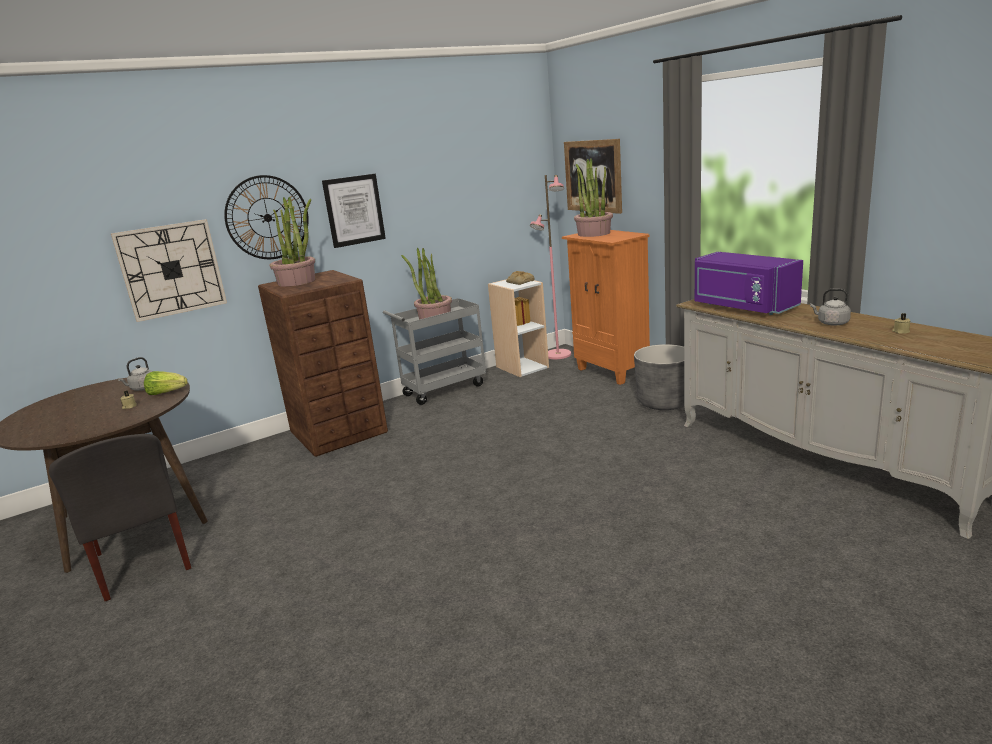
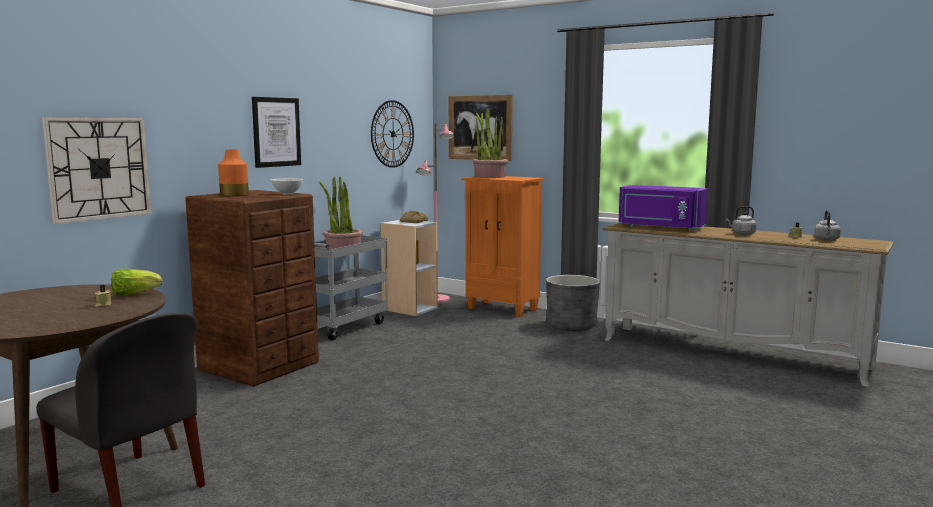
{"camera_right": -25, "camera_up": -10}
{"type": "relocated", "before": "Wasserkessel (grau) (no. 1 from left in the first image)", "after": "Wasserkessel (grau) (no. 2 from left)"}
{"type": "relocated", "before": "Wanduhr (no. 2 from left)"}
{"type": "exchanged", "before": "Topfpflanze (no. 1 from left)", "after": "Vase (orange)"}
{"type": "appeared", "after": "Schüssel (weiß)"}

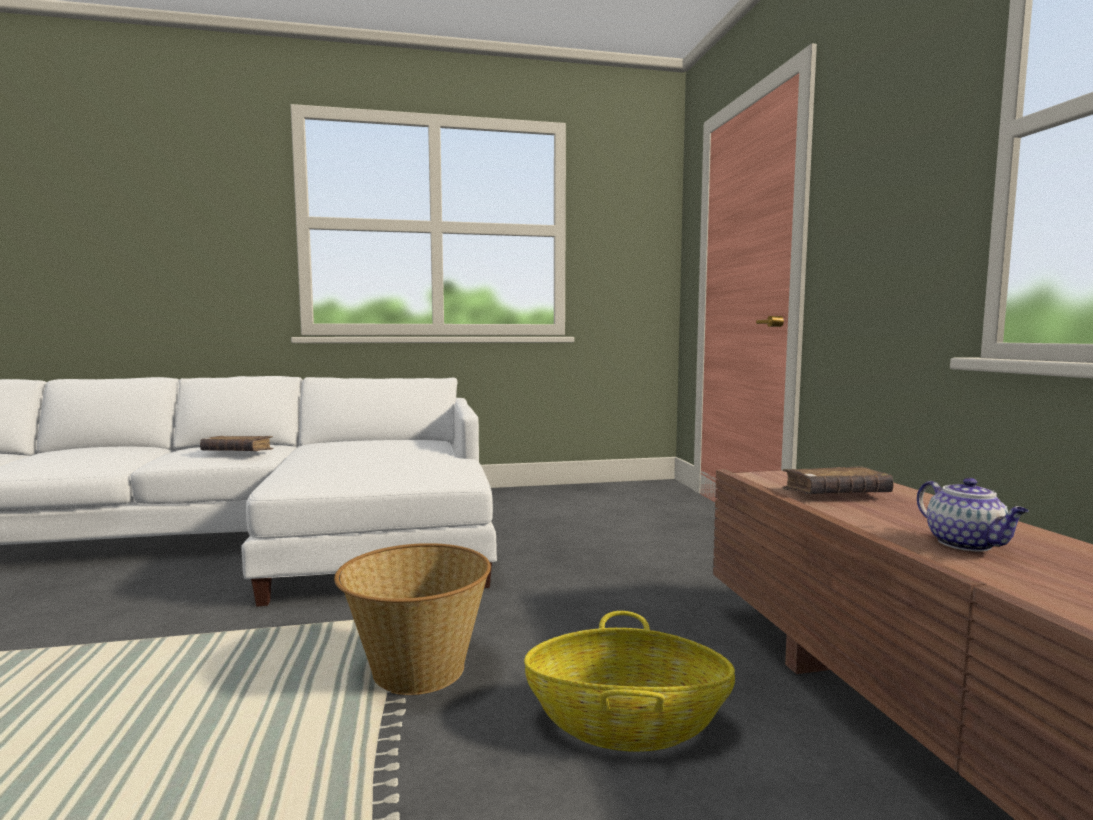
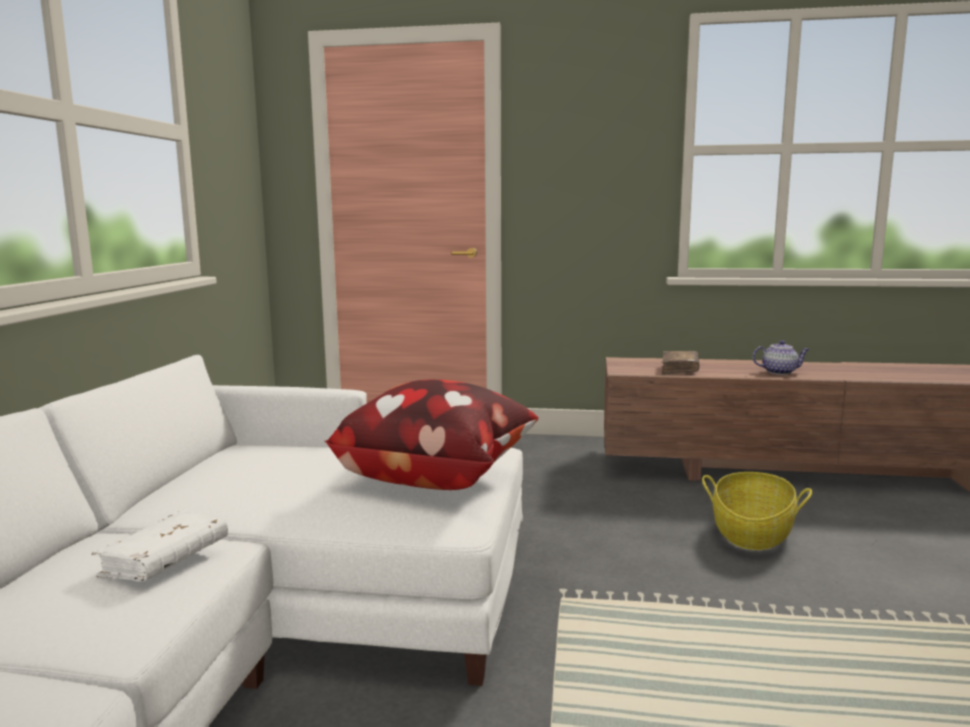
{"camera_right": -70, "camera_up": 5}
{"type": "colour", "before": "Buch (braun) (no. 1 from left)", "after": "Buch (weiß)"}
{"type": "missing", "before": "Korb (no. 1 from left)"}
{"type": "appeared", "after": "Kissen"}

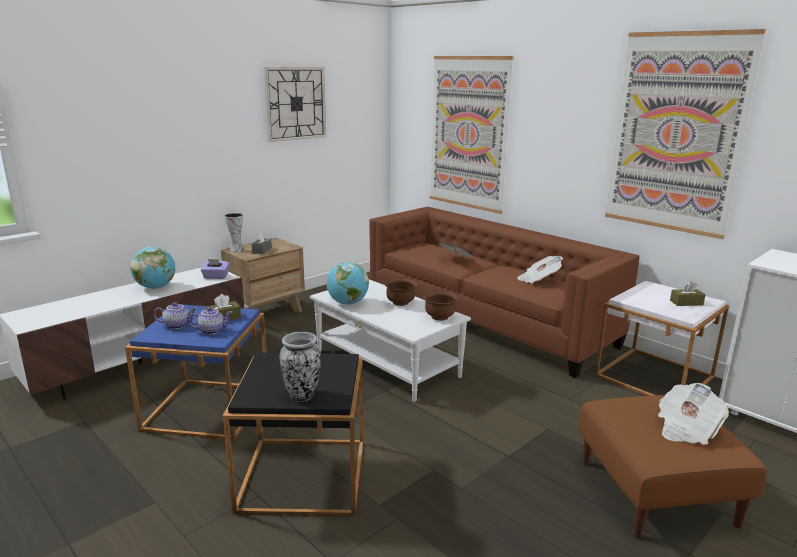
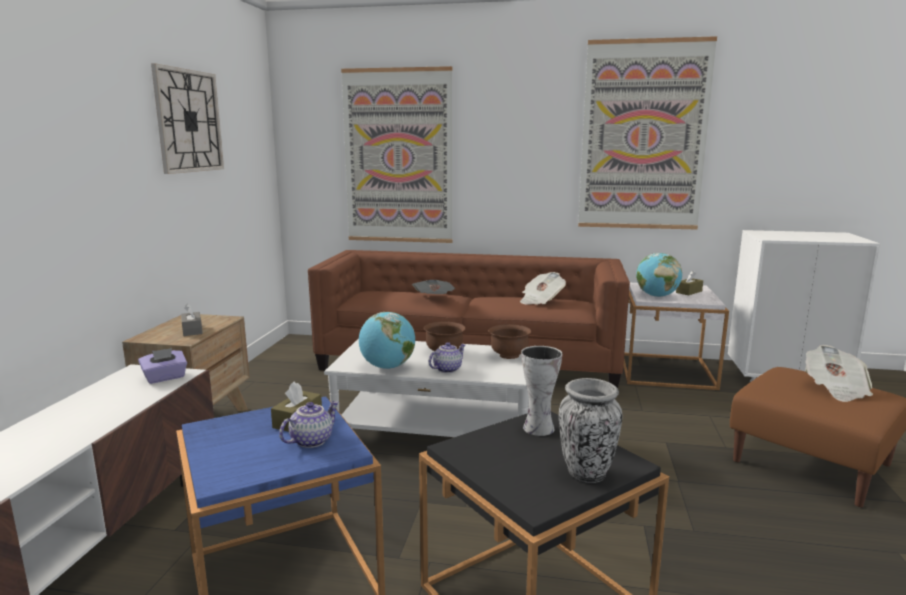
{"camera_right": -35, "camera_up": -5}
{"type": "relocated", "before": "Globus (no. 1 from left in the first image)", "after": "Globus (no. 2 from left)"}
{"type": "relocated", "before": "Teekanne (no. 1 from left in the first image)", "after": "Teekanne (no. 2 from left)"}
{"type": "relocated", "before": "Vase (no. 1 from left)"}

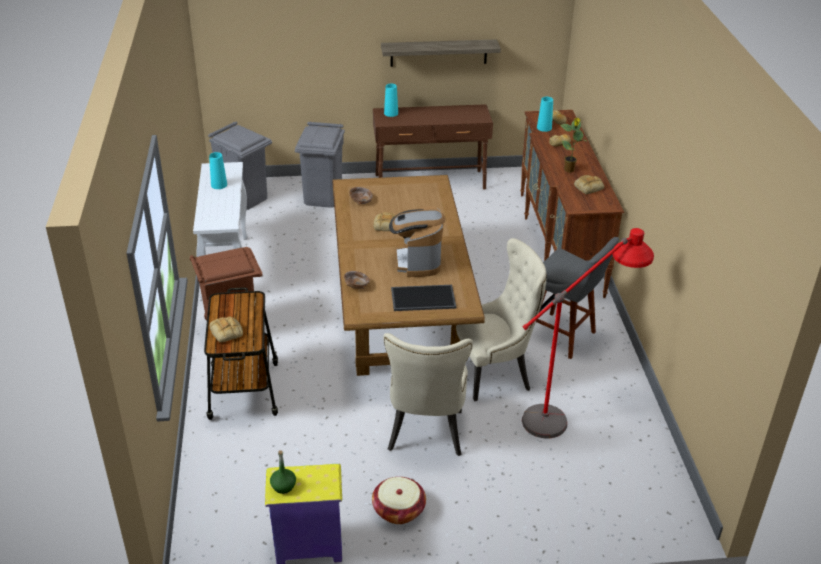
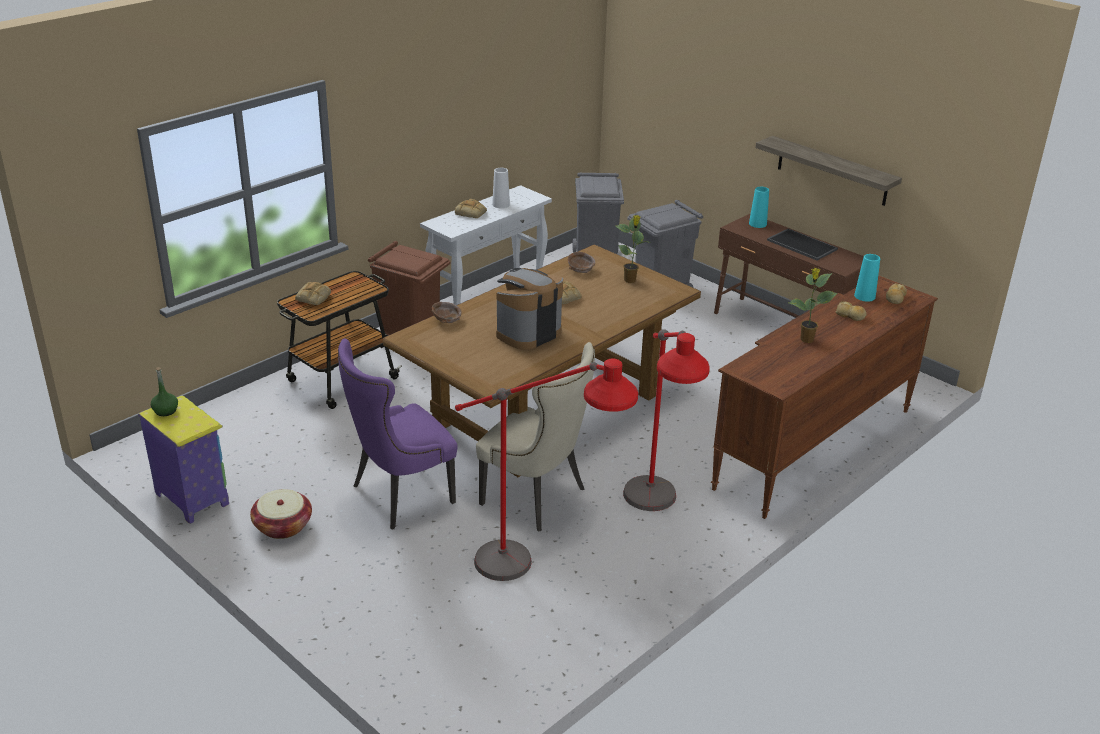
{"camera_right": 50, "camera_up": -5}
{"type": "colour", "before": "Vase (türkis) (no. 1 from left)", "after": "Vase (weiß)"}
{"type": "colour", "before": "Stuhl (beige) (no. 1 from left)", "after": "Stuhl (lila)"}
{"type": "relocated", "before": "Tablett"}
{"type": "exchanged", "before": "Hocker (grau)", "after": "Stehlampe (rot) (no. 2 from left)"}
{"type": "relocated", "before": "Brot (no. 5 from left in the first image)", "after": "Brot (no. 2 from left)"}
{"type": "appeared", "after": "Topfpflanze (no. 1 from left)"}

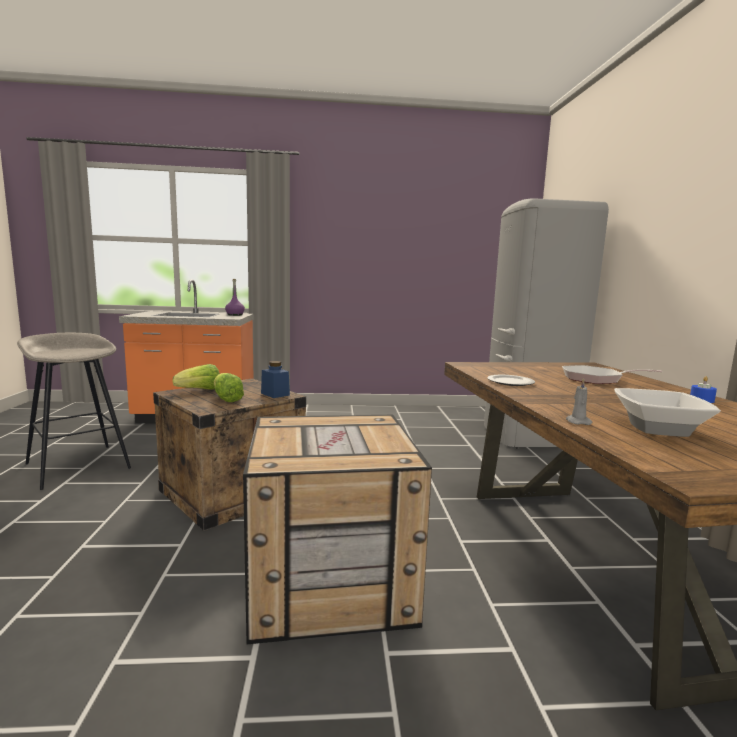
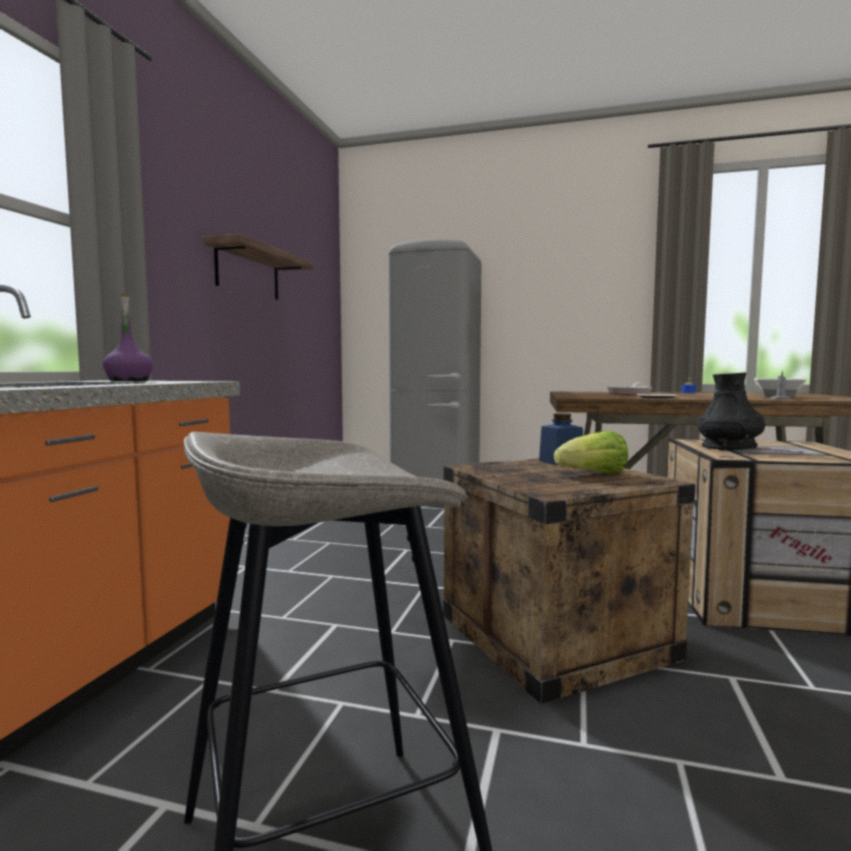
{"camera_right": -70, "camera_up": -5}
{"type": "missing", "before": "Salatkopf (no. 1 from left)"}
{"type": "appeared", "after": "Wandregal"}
{"type": "appeared", "after": "Vase (schwarz)"}

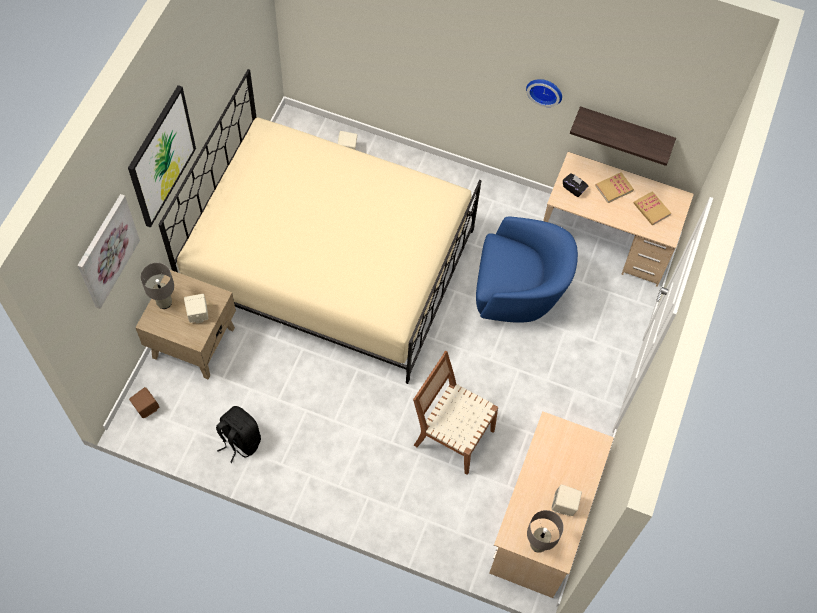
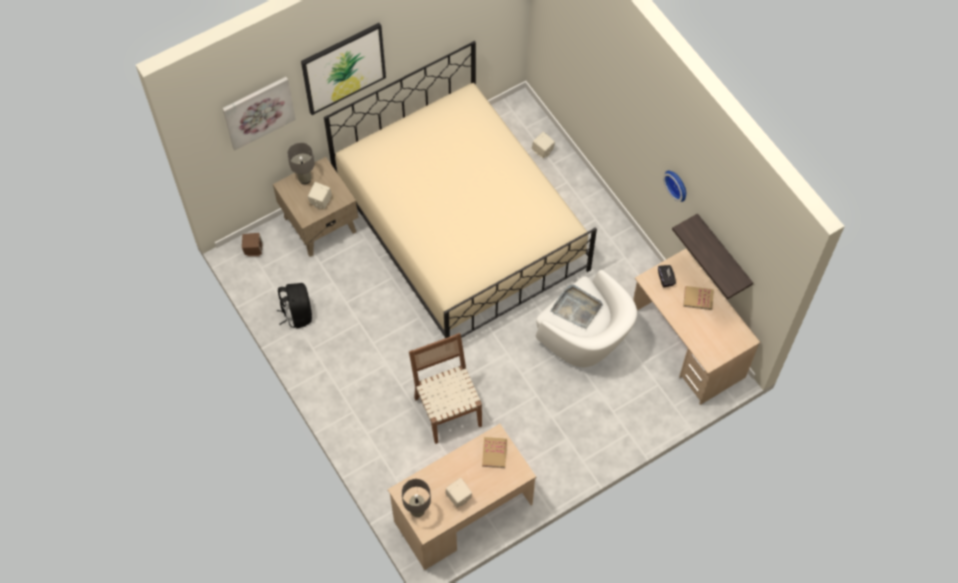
{"camera_right": 40, "camera_up": 0}
{"type": "colour", "before": "Sessel (blau)", "after": "Sessel (weiß)"}
{"type": "relocated", "before": "Buch (no. 2 from left in the first image)", "after": "Buch (no. 1 from left)"}
{"type": "appeared", "after": "Tablett (grau)"}

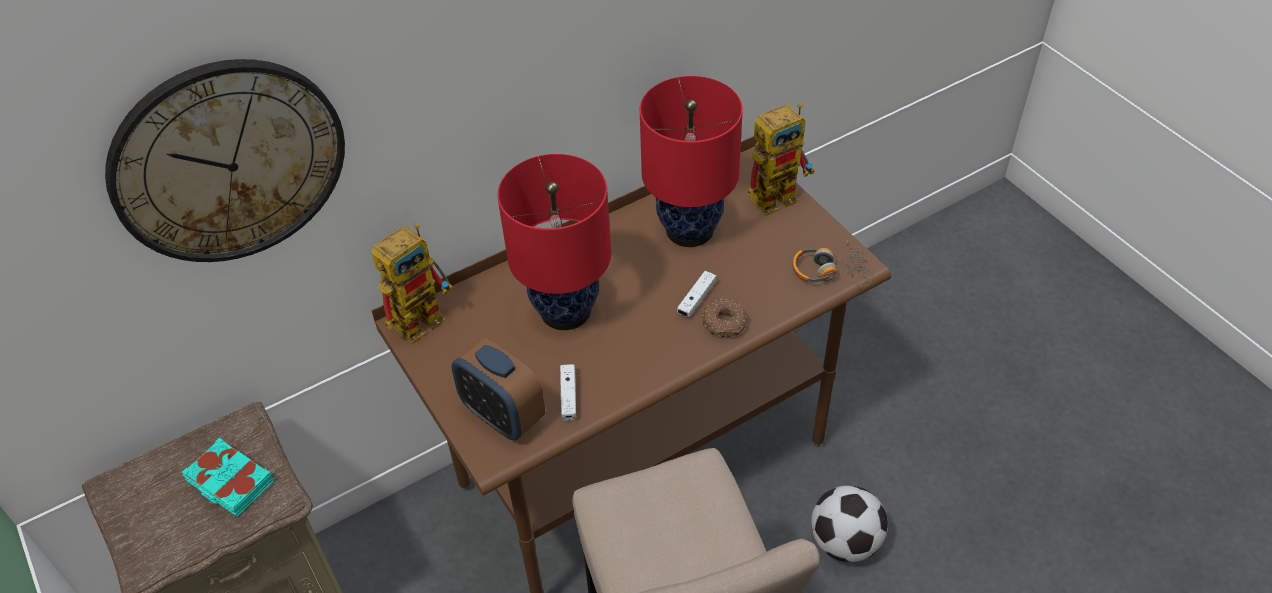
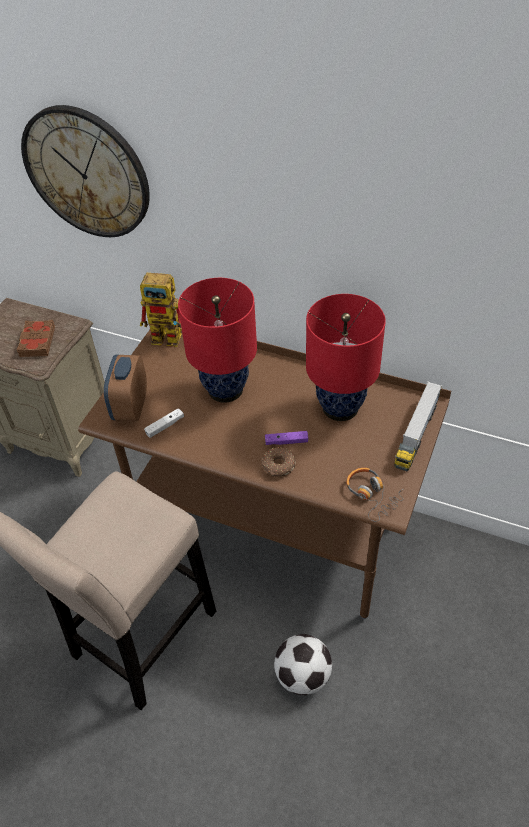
{"camera_right": 55, "camera_up": 0}
{"type": "colour", "before": "Buch (türkis)", "after": "Buch (braun)"}
{"type": "colour", "before": "Gamepad (weiß) (no. 2 from left)", "after": "Gamepad (lila)"}
{"type": "exchanged", "before": "Spielzeugroboter (no. 2 from left)", "after": "Spielzeuglaster"}

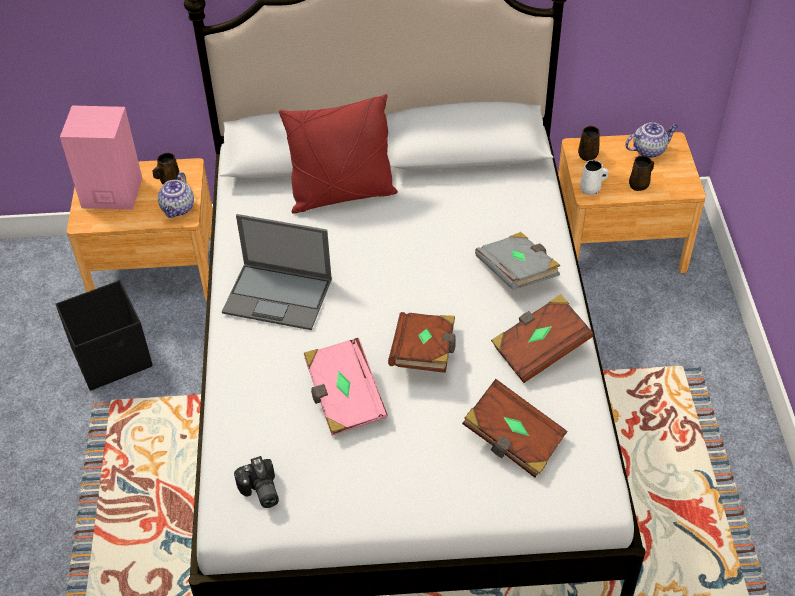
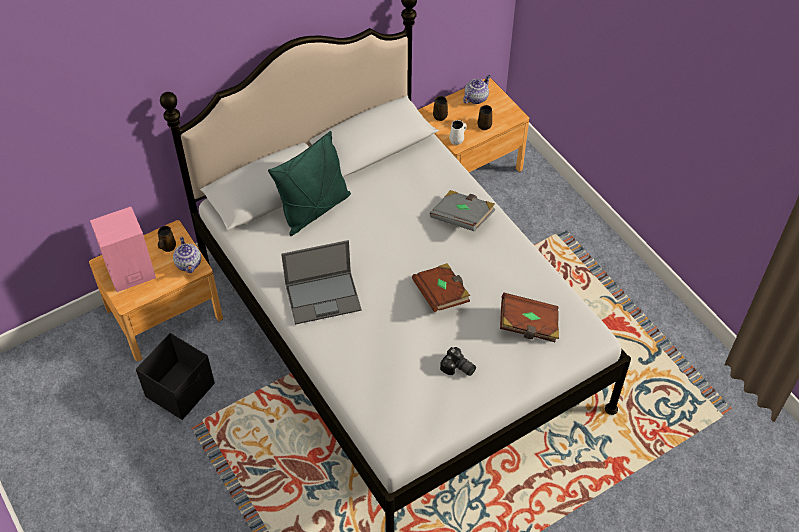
{"camera_right": -30, "camera_up": 5}
{"type": "relocated", "before": "Kamera"}
{"type": "colour", "before": "Kissen (rot)", "after": "Kissen (grün)"}
{"type": "missing", "before": "Buch (rosa)"}
{"type": "missing", "before": "Buch (braun) (no. 3 from left)"}

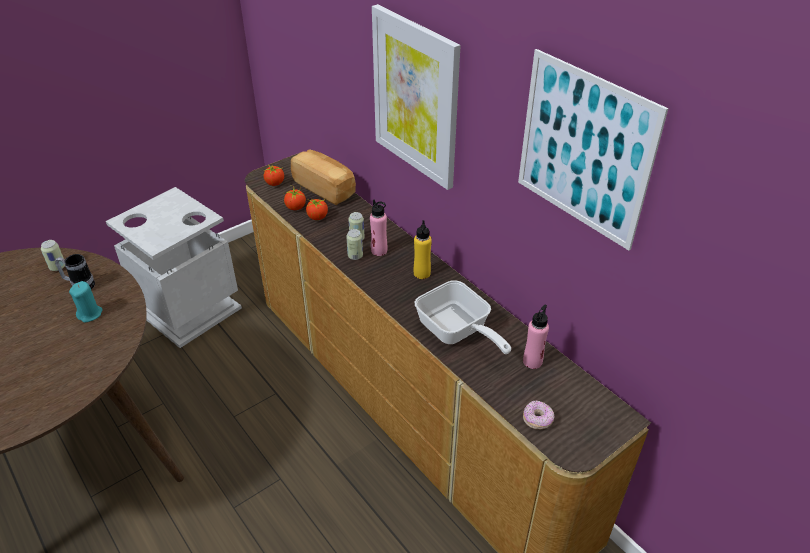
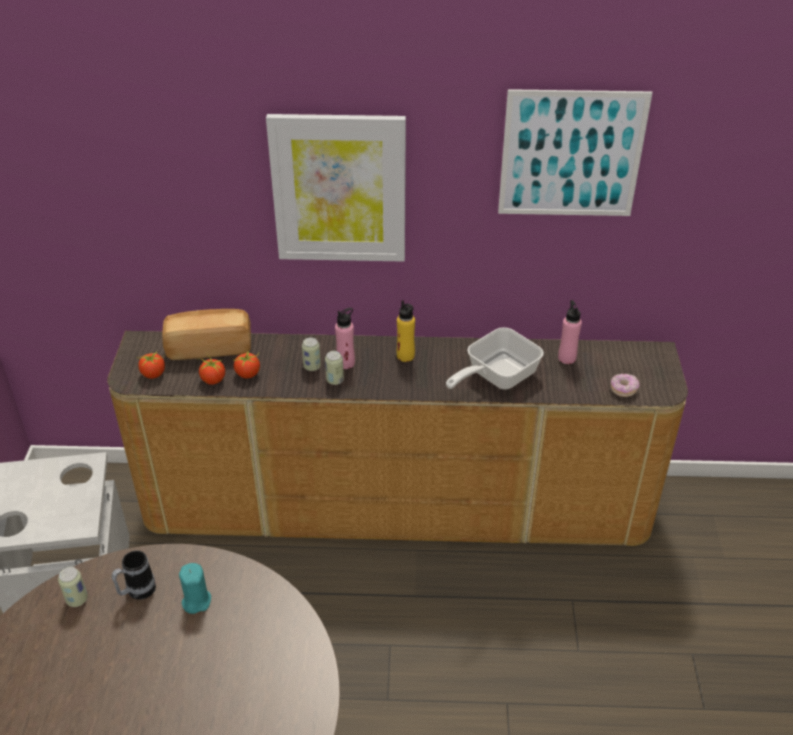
{"camera_right": -50, "camera_up": 0}
{"type": "spun", "before": "Pfanne", "turn": 135}

